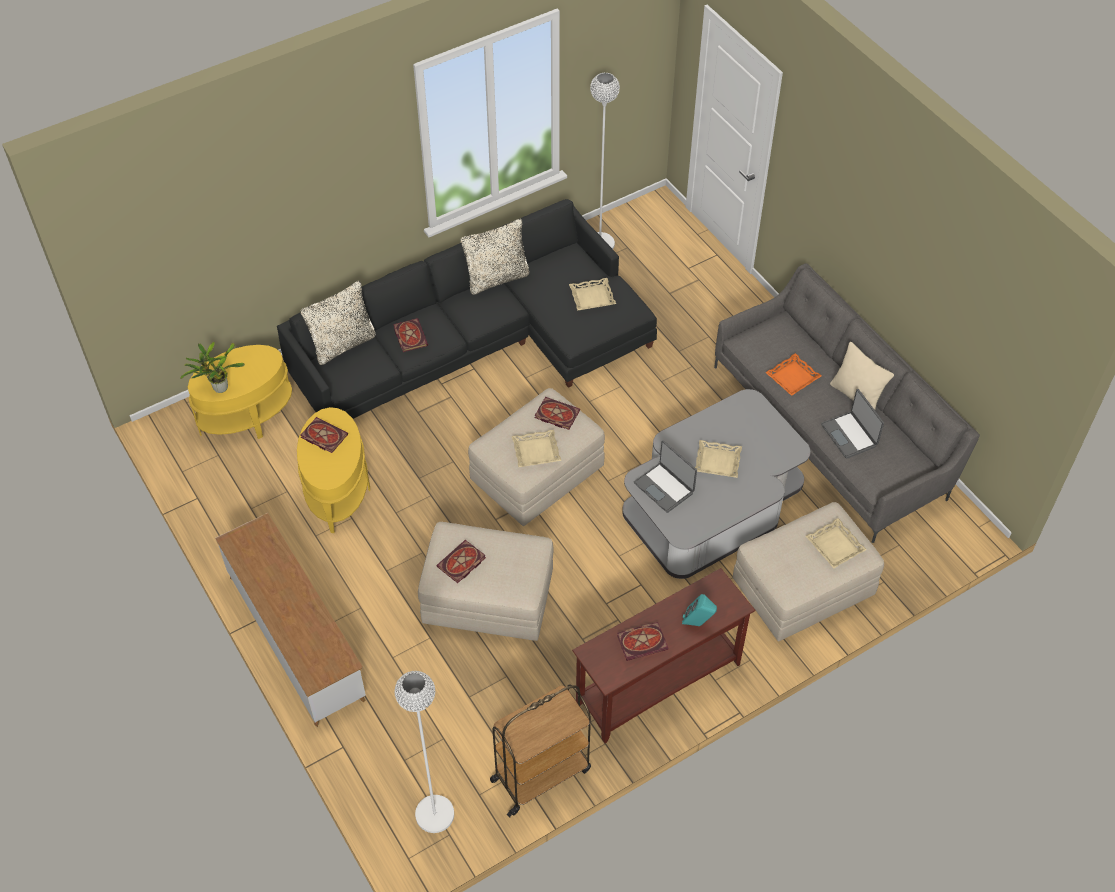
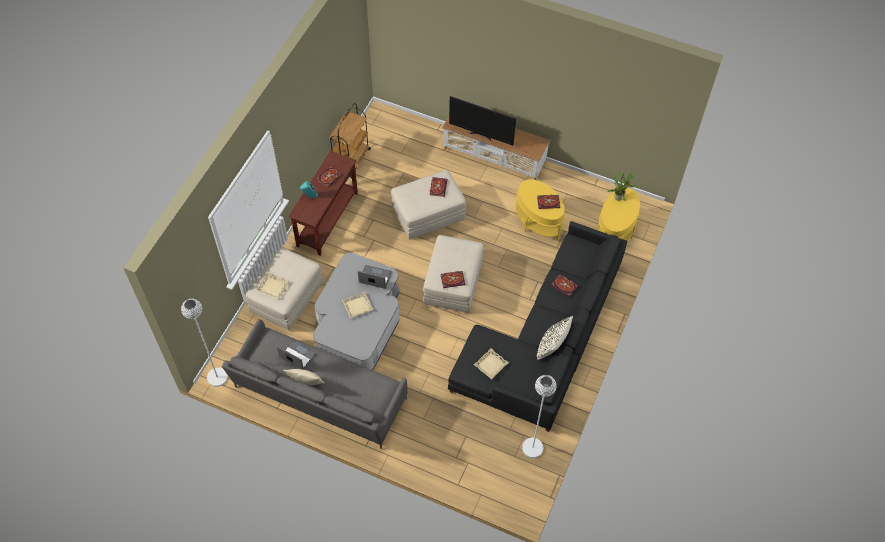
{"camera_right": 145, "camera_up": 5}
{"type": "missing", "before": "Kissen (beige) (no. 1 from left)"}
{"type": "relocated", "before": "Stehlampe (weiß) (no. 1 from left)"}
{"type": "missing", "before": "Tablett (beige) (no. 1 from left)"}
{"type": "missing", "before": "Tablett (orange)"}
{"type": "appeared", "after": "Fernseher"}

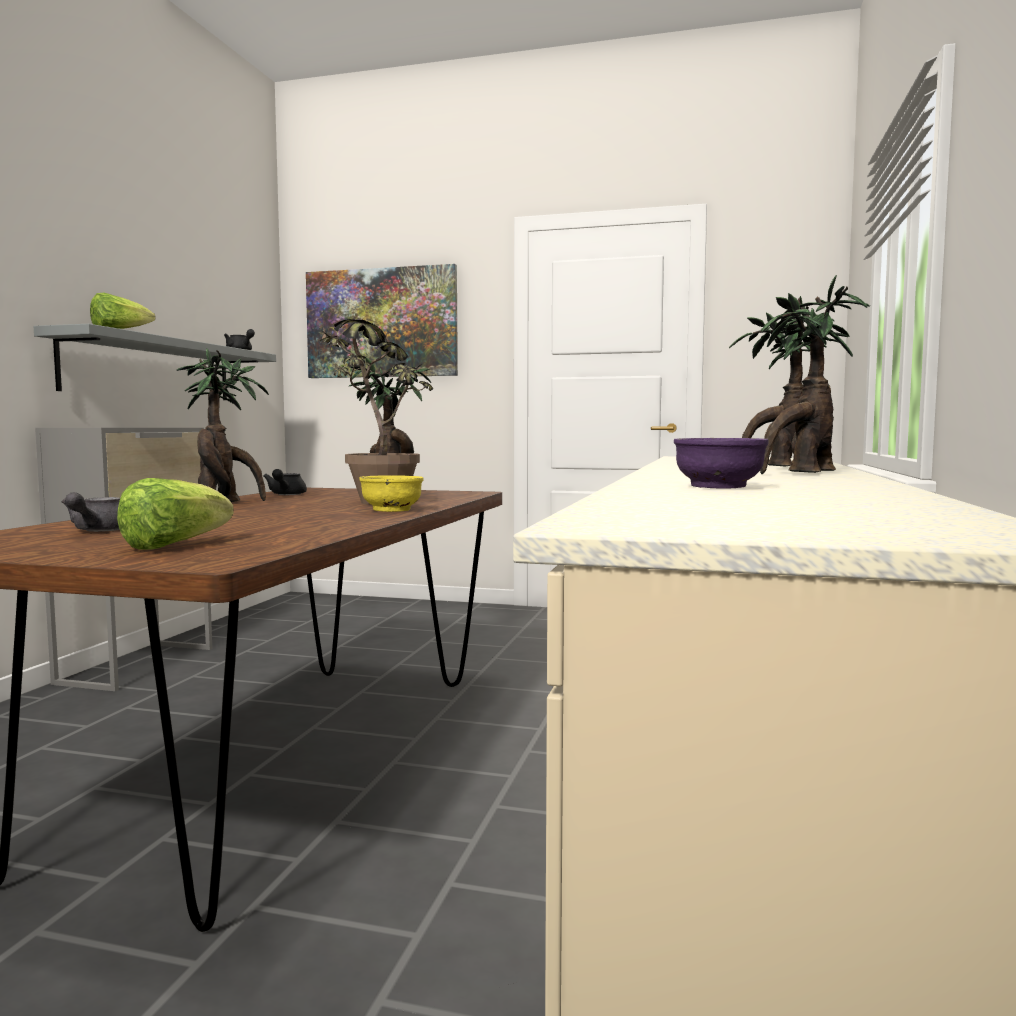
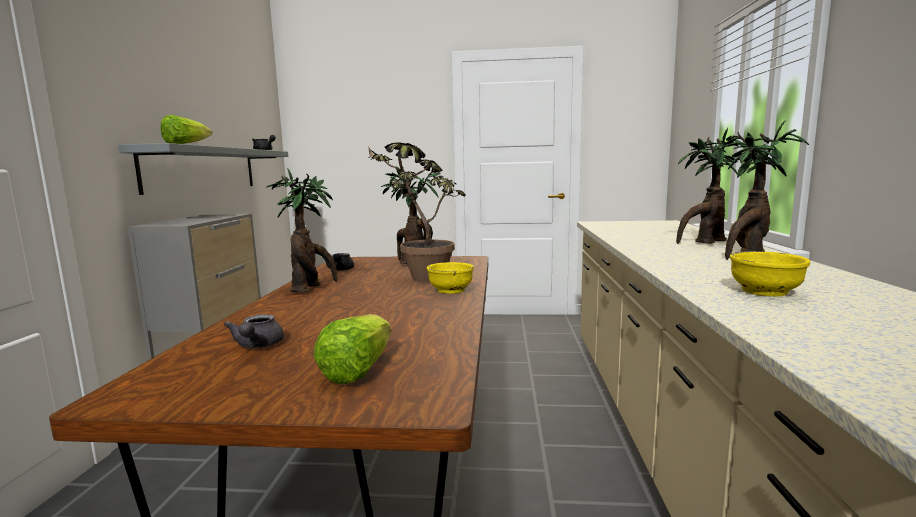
{"camera_right": -10, "camera_up": 5}
{"type": "missing", "before": "Bild"}
{"type": "colour", "before": "Schüssel (lila)", "after": "Schüssel (gelb) (no. 2 from left)"}

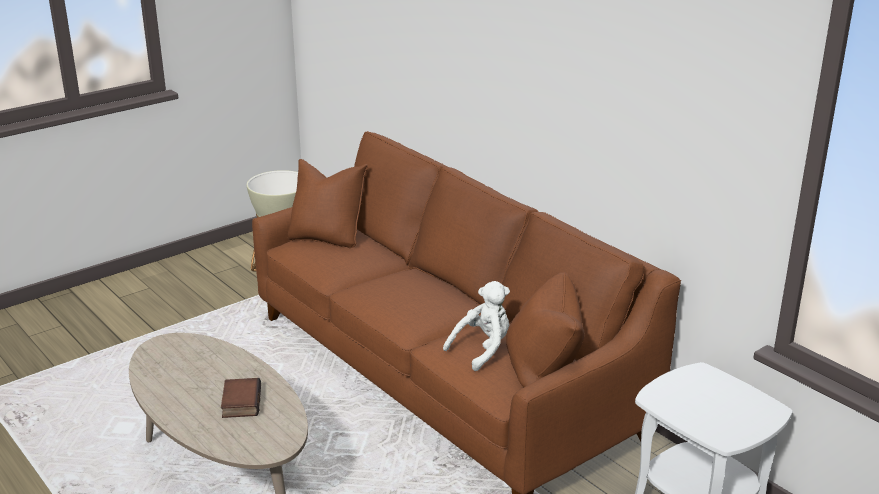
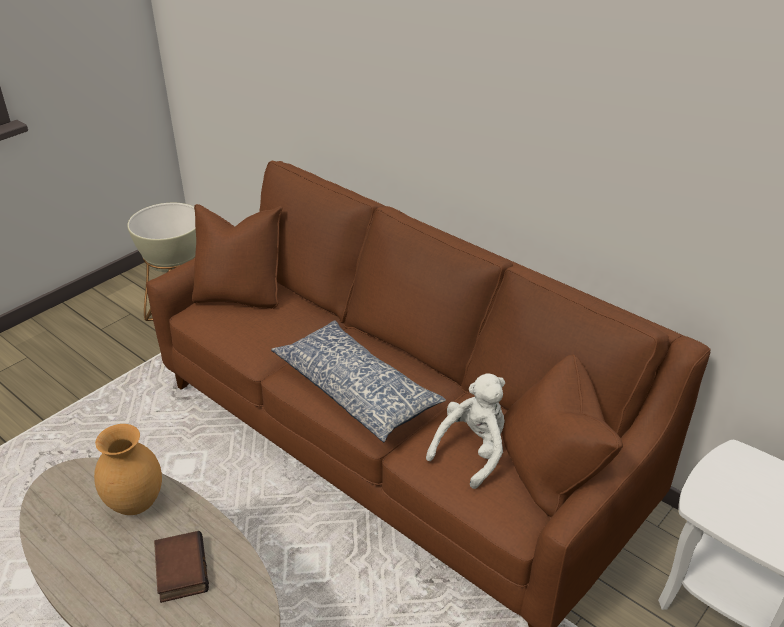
{"camera_right": -10, "camera_up": 10}
{"type": "appeared", "after": "Vase (braun)"}
{"type": "appeared", "after": "Kissen"}

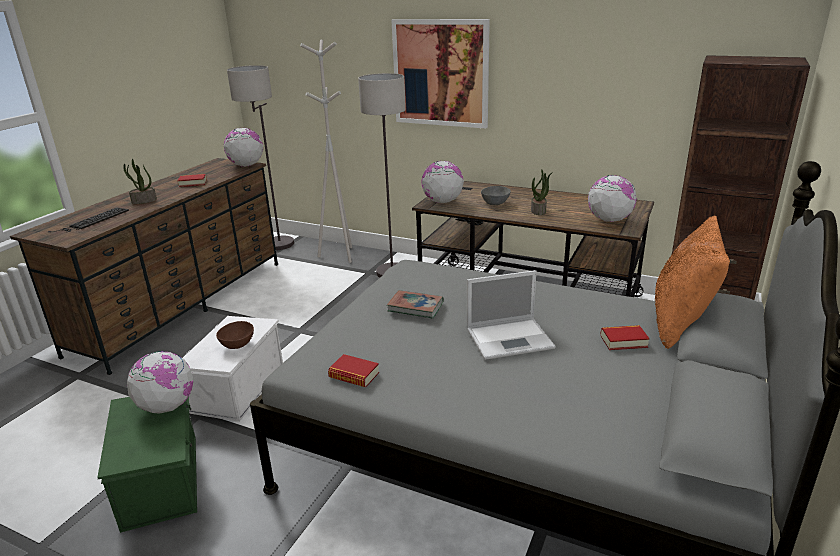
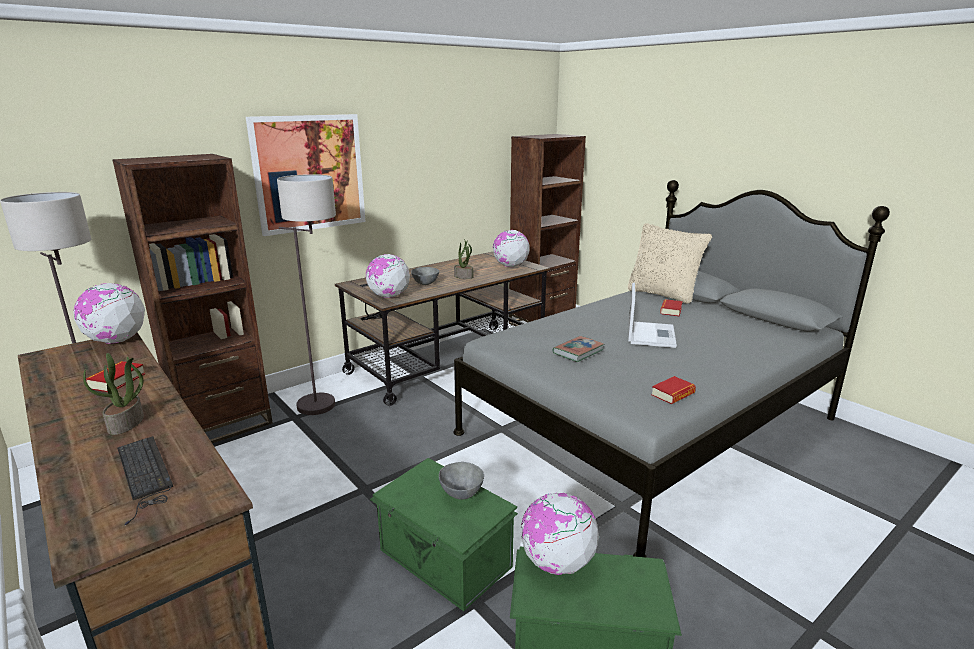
{"camera_right": -65, "camera_up": -5}
{"type": "colour", "before": "Aufbewahrungsbox (weiß)", "after": "Aufbewahrungsbox (grün) (no. 1 from left)"}
{"type": "colour", "before": "Schüssel (braun)", "after": "Schüssel (grau) (no. 2 from left)"}
{"type": "exchanged", "before": "Kleiderständer (grau)", "after": "Bücherregal (braun) (no. 1 from left)"}
{"type": "colour", "before": "Kissen (orange)", "after": "Kissen (beige)"}

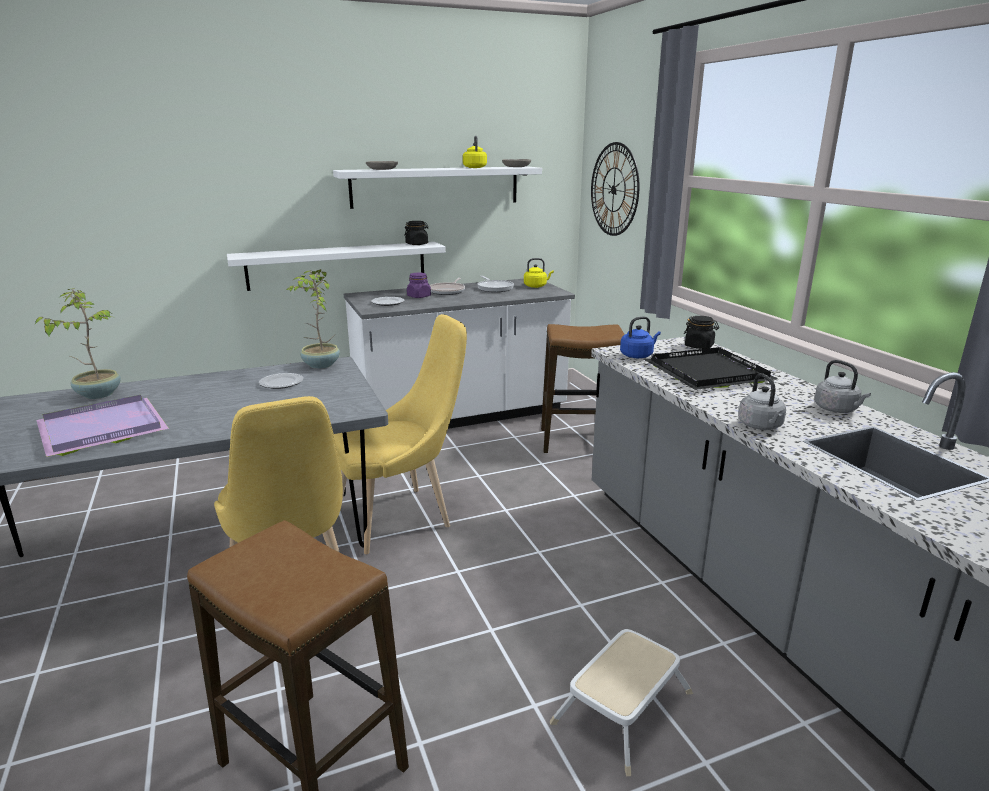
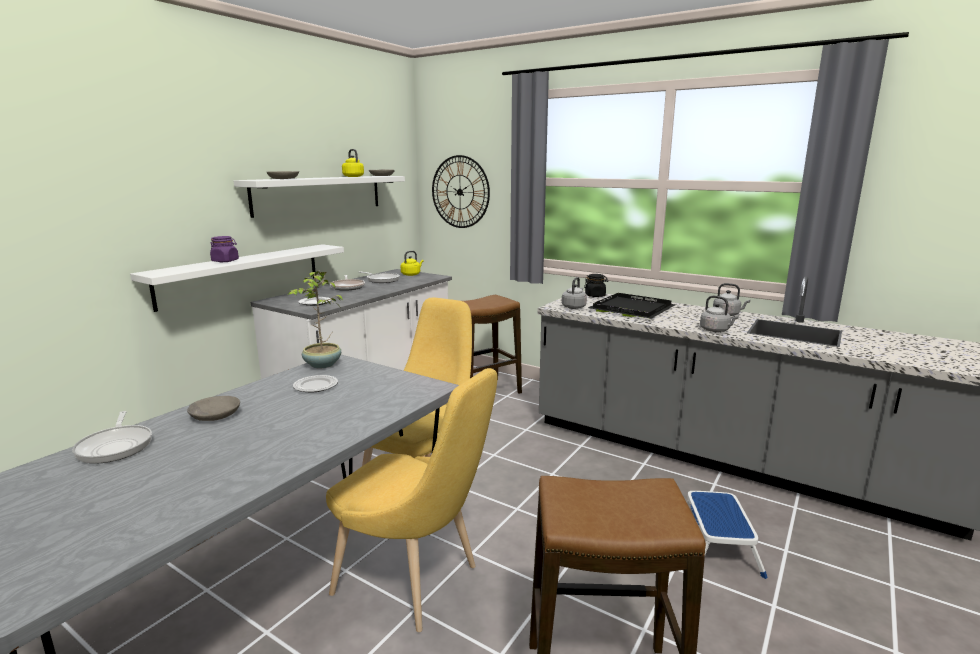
{"camera_right": -35, "camera_up": -5}
{"type": "exchanged", "before": "Topfpflanze (no. 1 from left)", "after": "Pfanne (no. 1 from left)"}
{"type": "missing", "before": "Tablett (lila)"}
{"type": "missing", "before": "Vorratsglas (schwarz) (no. 1 from left)"}
{"type": "relocated", "before": "Vorratsglas (lila)"}
{"type": "colour", "before": "Trittleiter (beige)", "after": "Trittleiter (blau)"}
{"type": "colour", "before": "Wasserkessel (blau)", "after": "Wasserkessel (grau) (no. 1 from left)"}
{"type": "appeared", "after": "Schüssel (grau) (no. 1 from left)"}

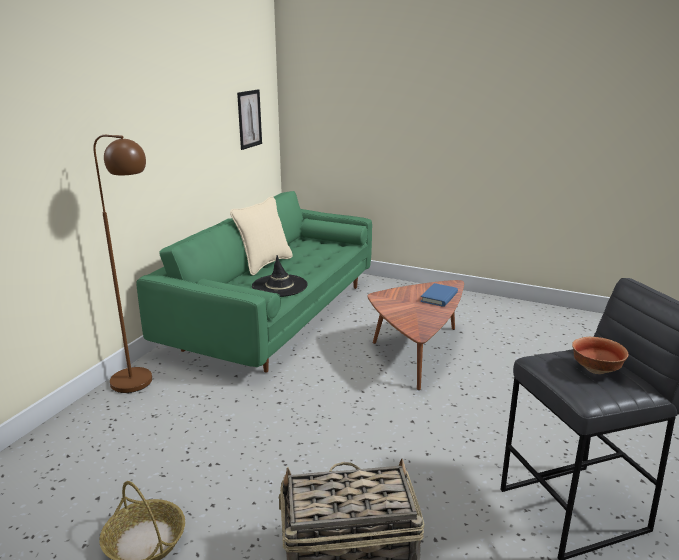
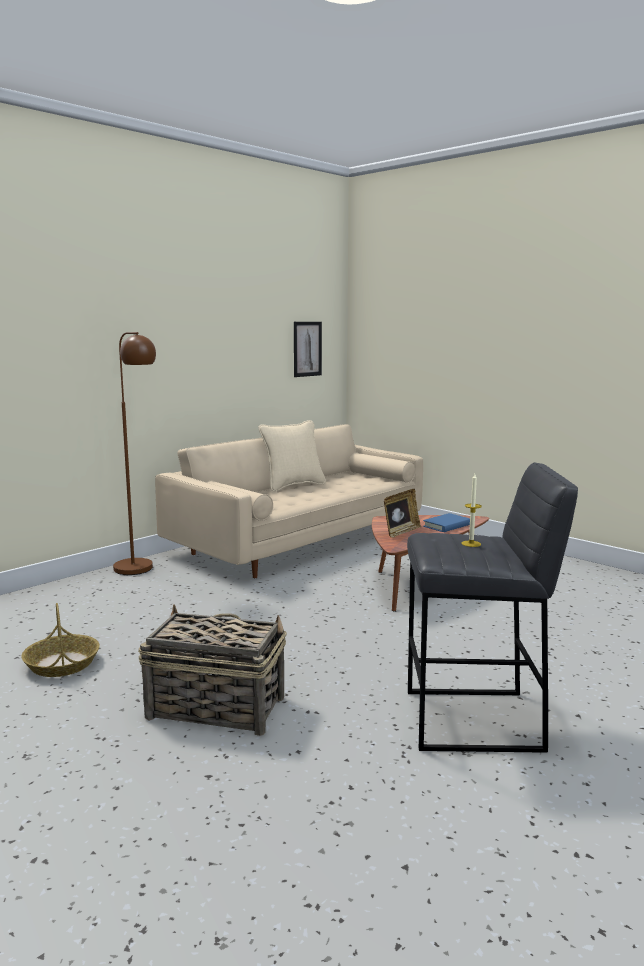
{"camera_right": 20, "camera_up": -10}
{"type": "colour", "before": "Sofa (grün)", "after": "Sofa (beige)"}
{"type": "missing", "before": "Hut (schwarz)"}
{"type": "exchanged", "before": "Schüssel", "after": "Kerze"}
{"type": "appeared", "after": "Bilderrahmen"}

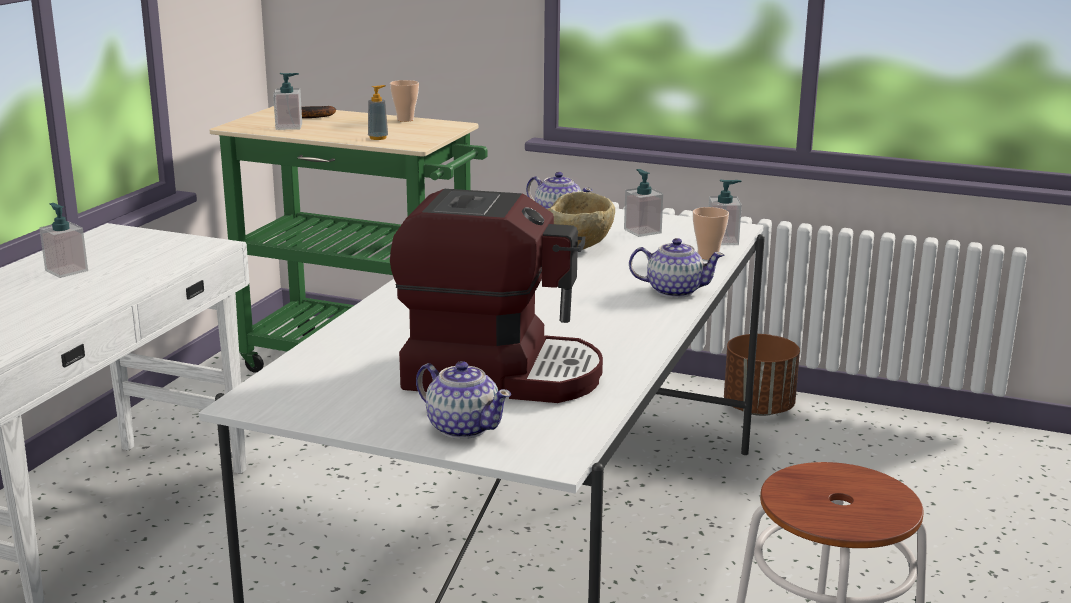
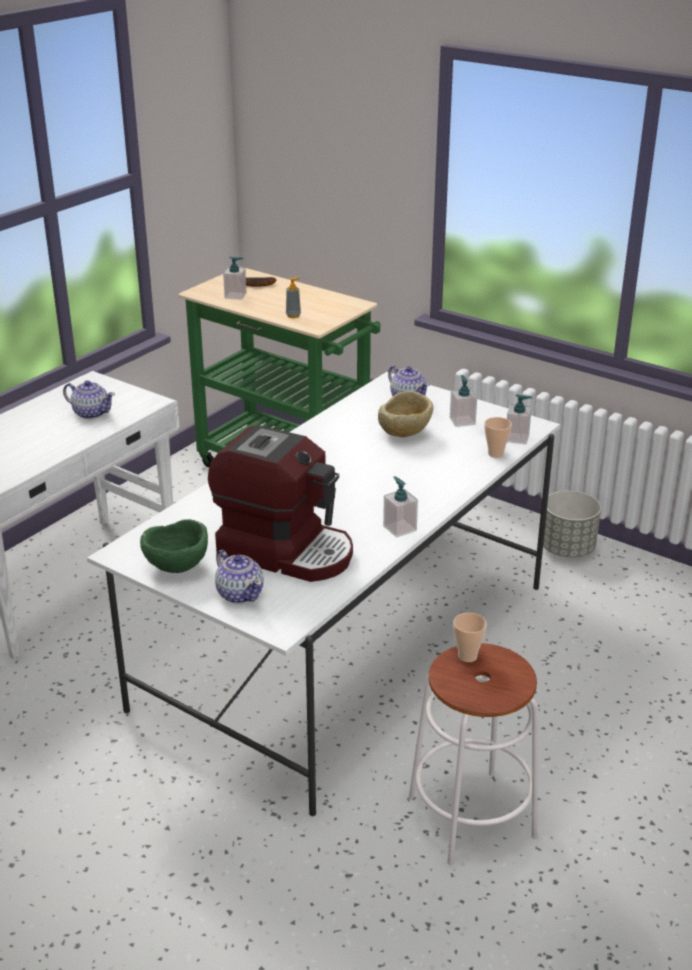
{"camera_right": 15, "camera_up": 10}
{"type": "relocated", "before": "Seifenspender (no. 1 from left in the first image)", "after": "Seifenspender (no. 3 from left)"}
{"type": "relocated", "before": "Tasse (no. 1 from left)"}
{"type": "relocated", "before": "Teekanne (no. 3 from left in the first image)", "after": "Teekanne (no. 1 from left)"}
{"type": "colour", "before": "Pflanzkübel (braun)", "after": "Pflanzkübel (grau)"}
{"type": "appeared", "after": "Schüssel (grün)"}

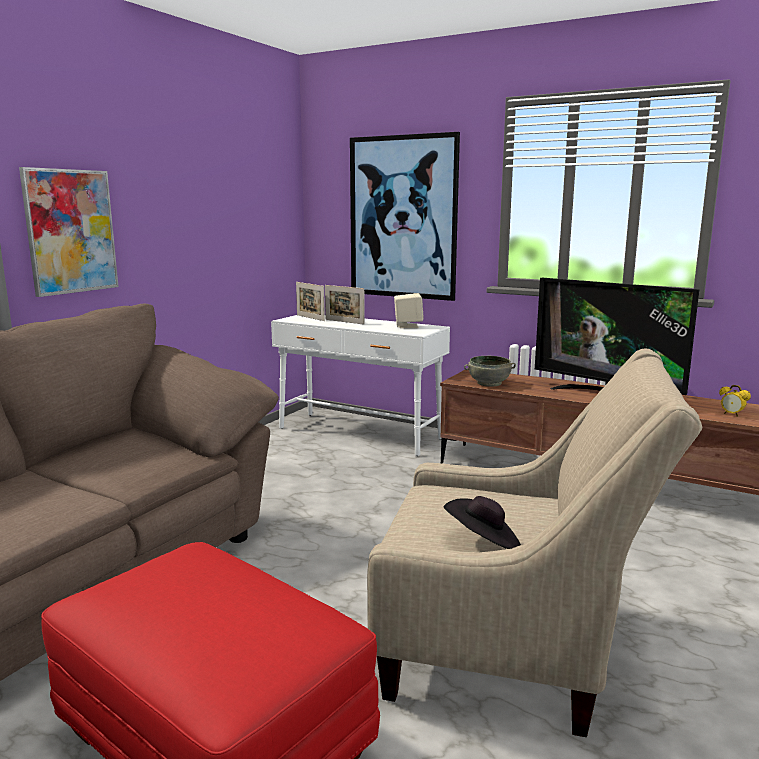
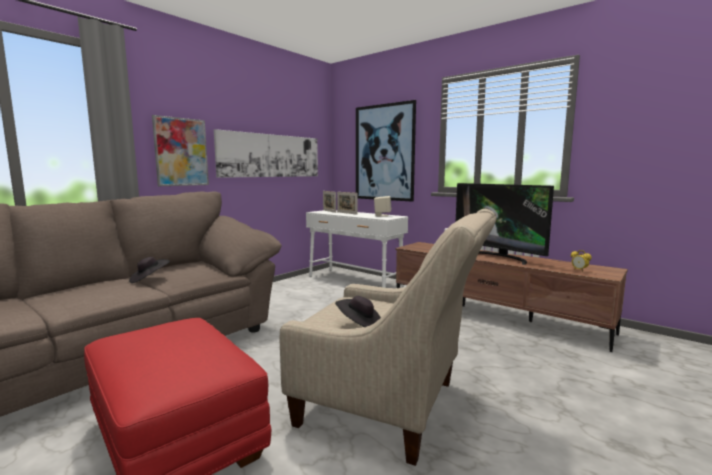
{"camera_right": 10, "camera_up": -5}
{"type": "missing", "before": "Schüssel (grau)"}
{"type": "appeared", "after": "Hut (schwarz) (no. 1 from left)"}
{"type": "appeared", "after": "Bild (no. 2 from left)"}

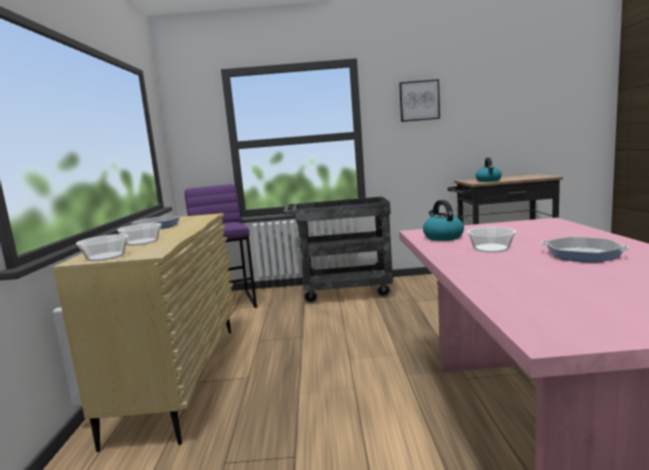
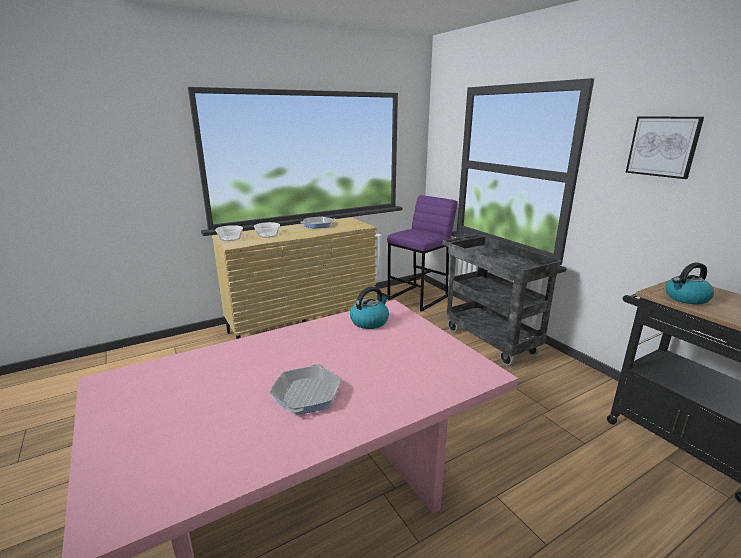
{"camera_right": 60, "camera_up": 10}
{"type": "missing", "before": "Schüssel (no. 3 from left)"}

